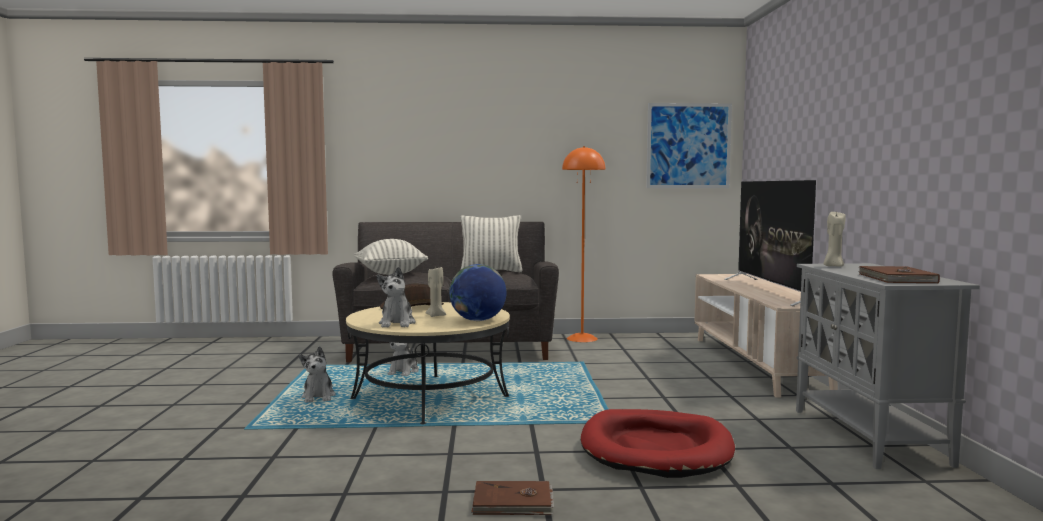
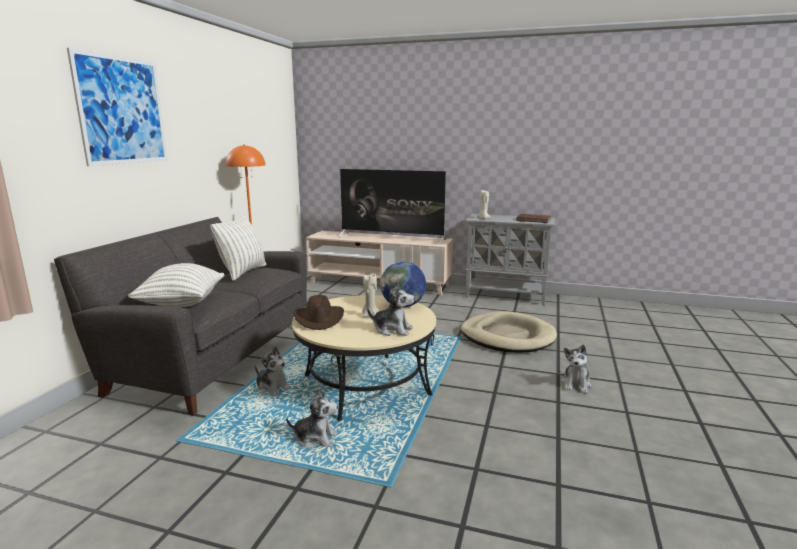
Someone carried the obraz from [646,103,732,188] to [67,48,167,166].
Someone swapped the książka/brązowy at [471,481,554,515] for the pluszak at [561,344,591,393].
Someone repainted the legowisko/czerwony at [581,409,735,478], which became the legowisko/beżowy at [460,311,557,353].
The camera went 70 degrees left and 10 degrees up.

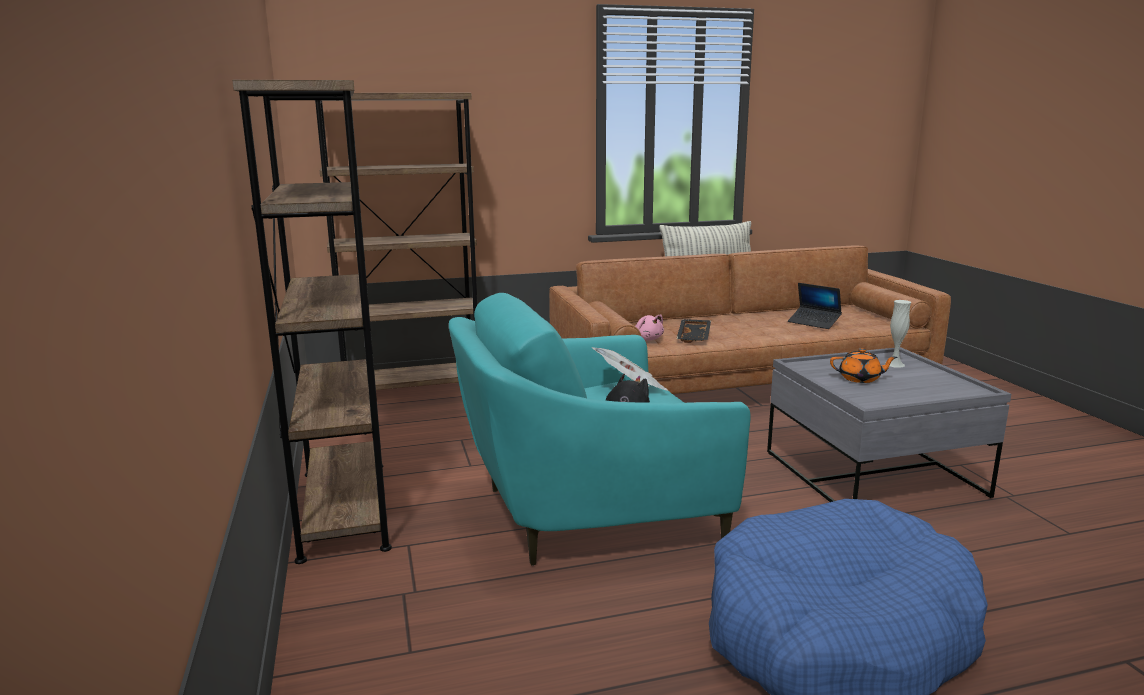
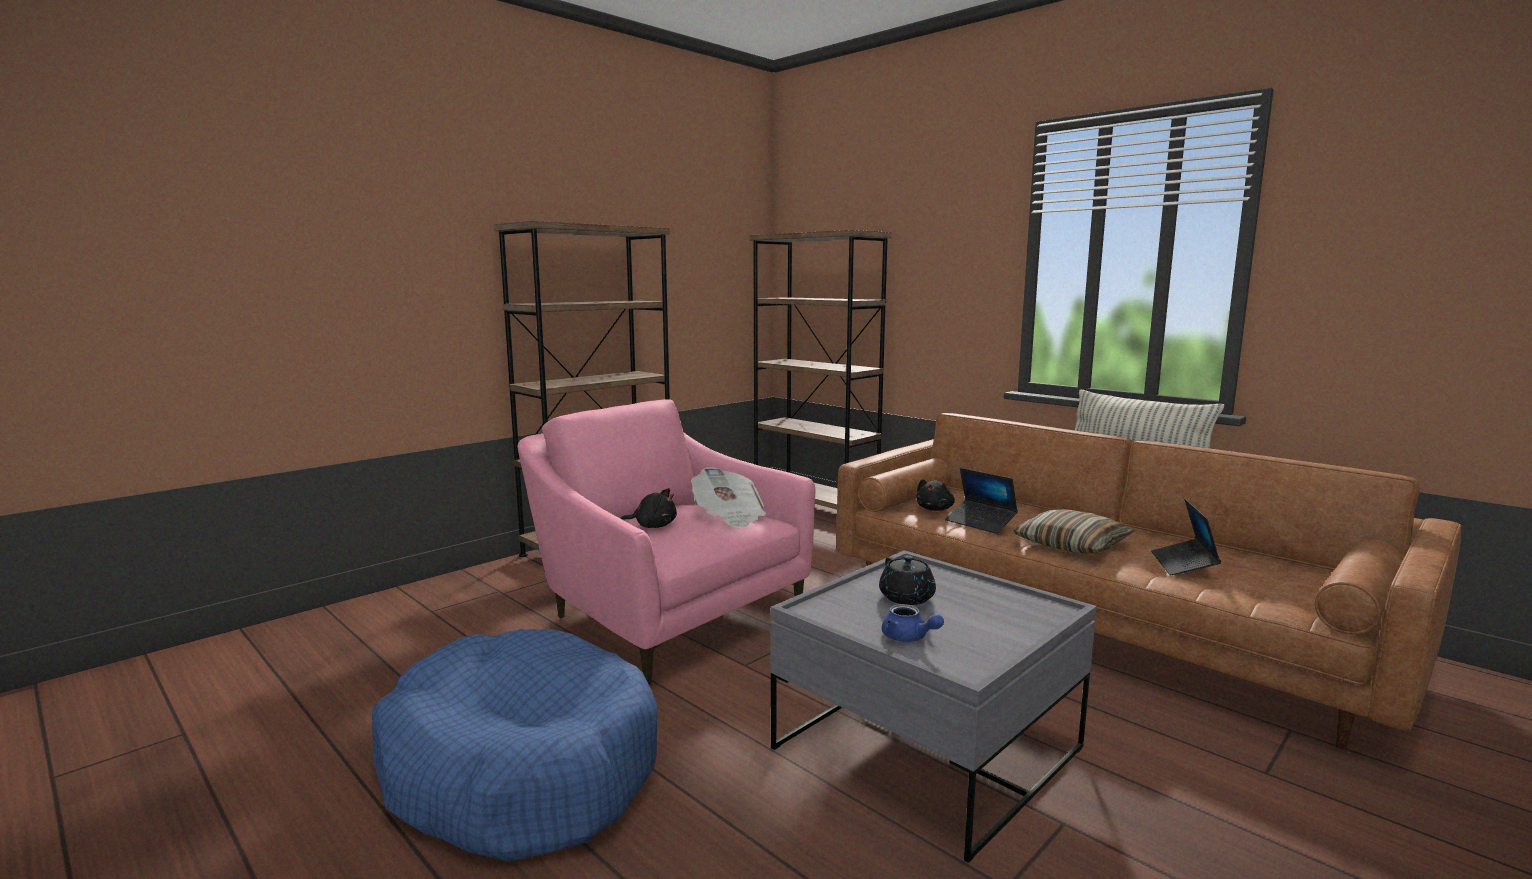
Someone took away the wazon/biały at [890,300,911,368].
Someone put down the imbryk/niebieski at [882,604,944,642].
Someone put down the poduszka at [1013,509,1135,554].
Someone swapped the taca/czarny at [676,319,711,343] for the laptop at [945,468,1018,534].
Someone repainted the fotel/turkusowy at [449,293,751,566], which became the fotel/różowy at [517,399,815,686].
Someone repainted the pluszak/różowy at [635,315,664,341], which became the pluszak/czarny at [916,479,955,511].
Someone repainted the imbryk/pomarańczowy at [830,349,898,383], which became the imbryk/czarny at [879,555,936,605].
The camera went 60 degrees right and 5 degrees down.

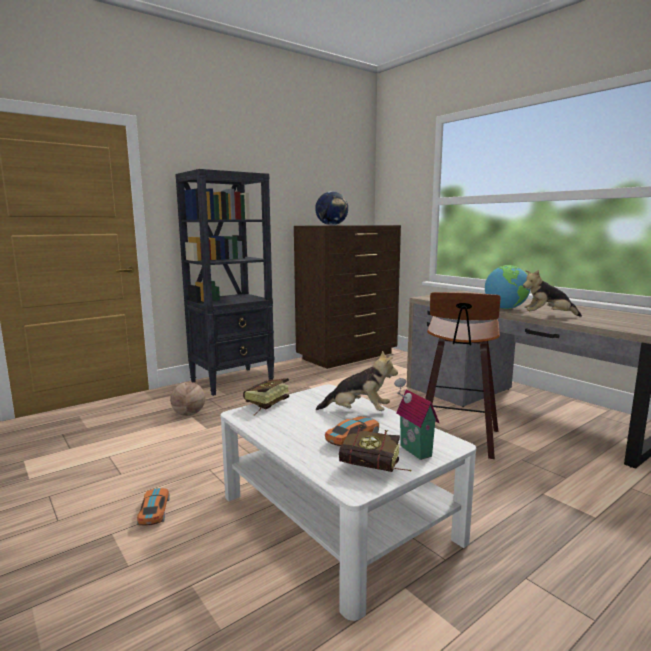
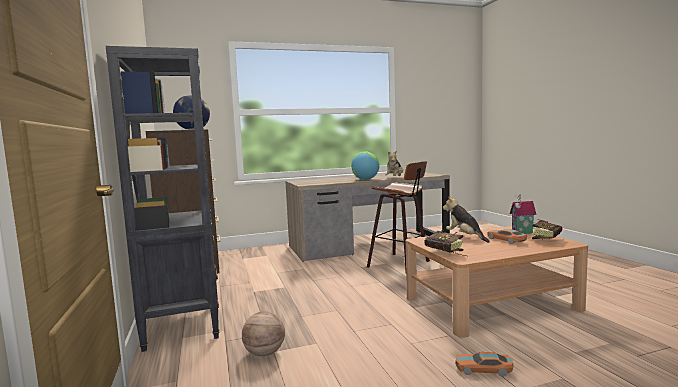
Someone repainted the ława/biały at [221,385,476,621], which became the ława/brązowy at [405,226,588,338].
Someone rotated the pluszak at [316,351,398,411] by 60 degrees counterclockwise.
The camera went 70 degrees left and 5 degrees down.

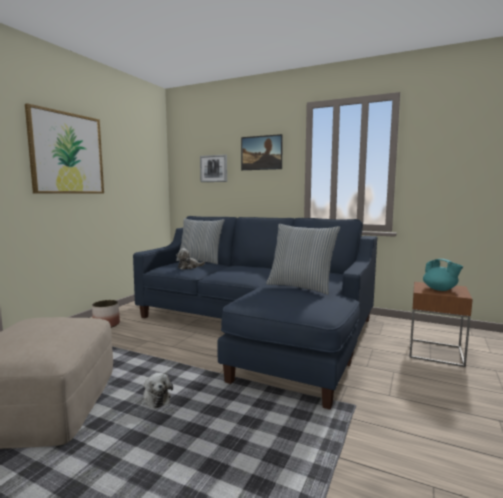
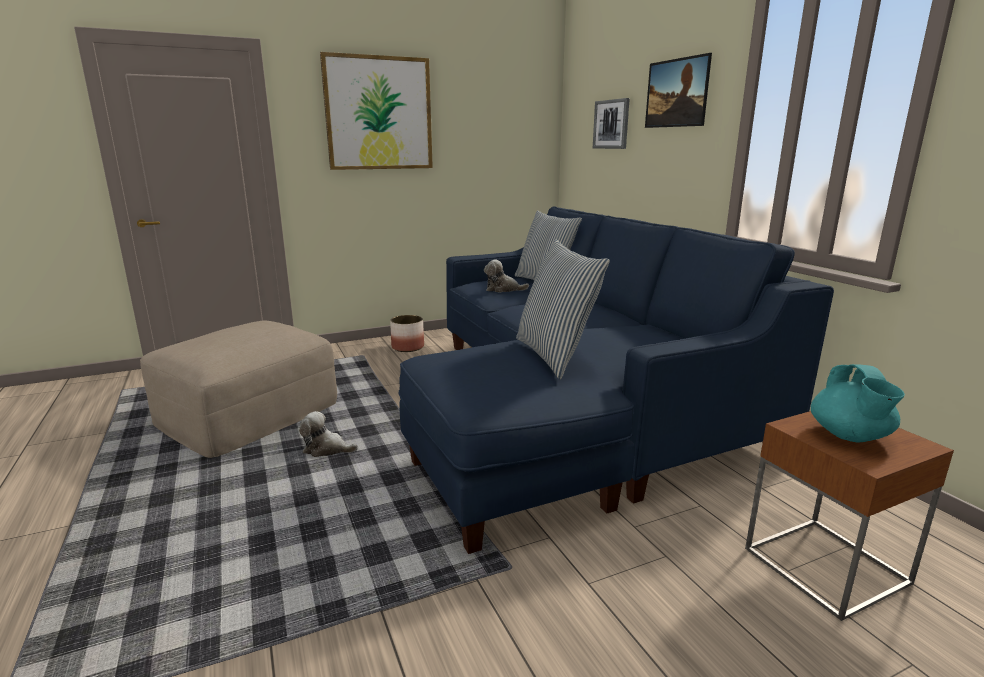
Someone rotated the pluszak at [141,373,173,409] by 90 degrees clockwise.
The camera went 40 degrees right and 10 degrees up.

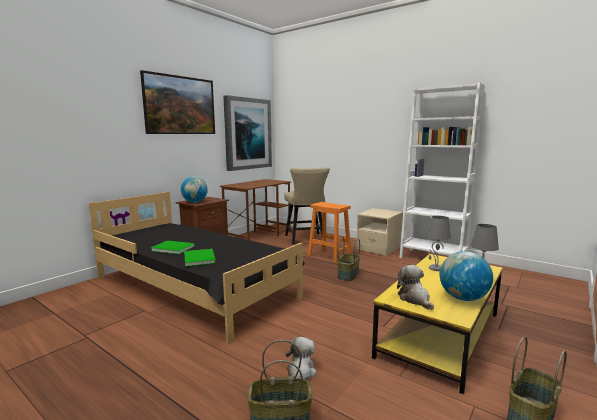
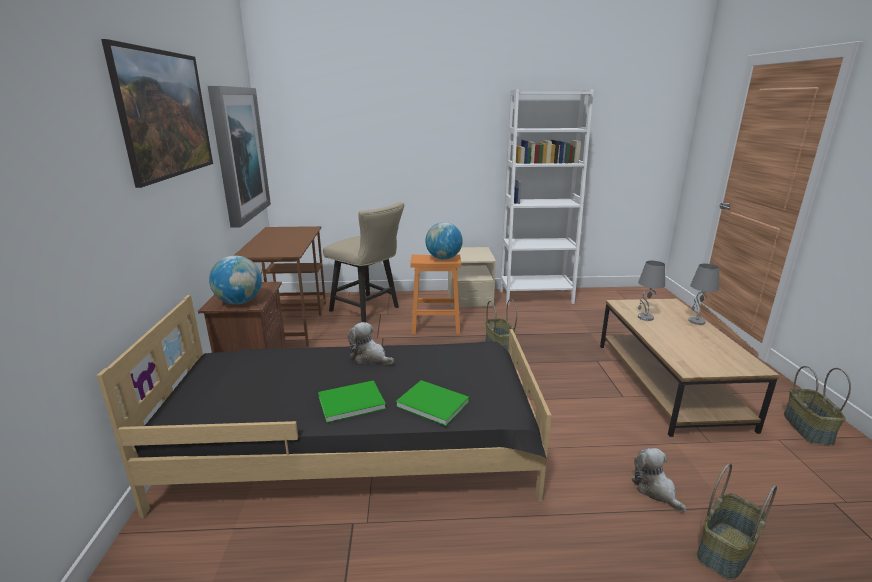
Someone carried the pluszak from [397,265,434,310] to [347,322,394,365].
Someone carried the globus from [440,251,493,301] to [425,222,463,260].
Someone repainted the ława/żółty at [372,254,503,394], which became the ława/brązowy at [600,299,780,437].
The camera went 40 degrees left and 10 degrees up.

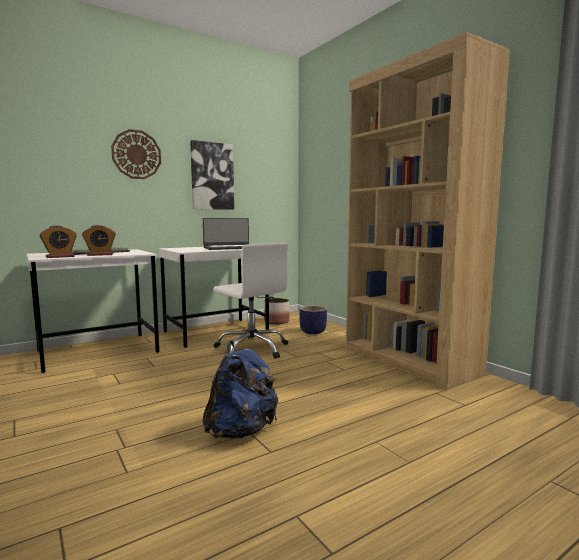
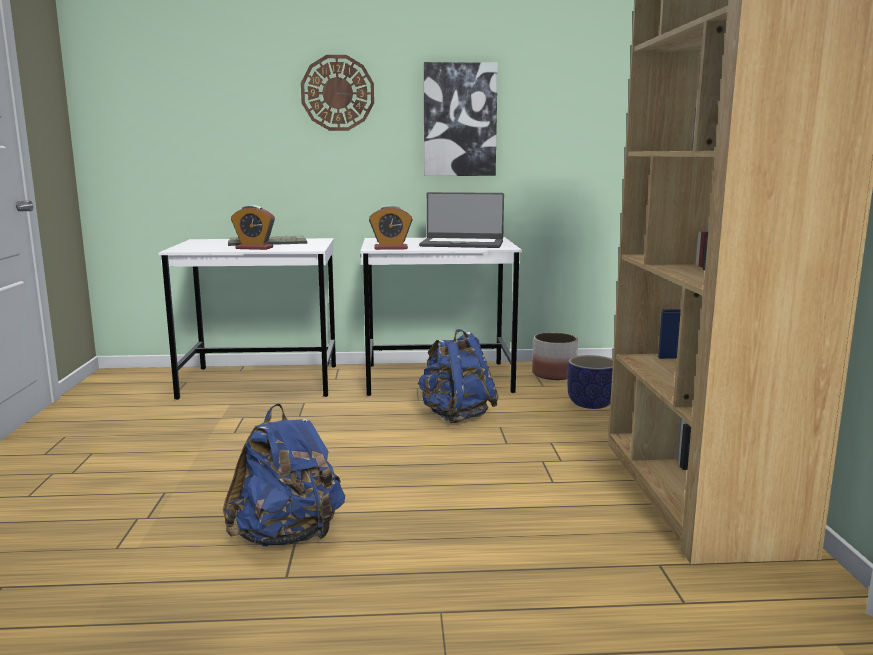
Someone carried the budzik from [39,225,77,258] to [369,205,413,250].
Someone swapped the krzesło biurowe/biały at [213,243,288,359] for the plecak/niebieski at [418,329,499,423].
The camera went 30 degrees right and 5 degrees up.

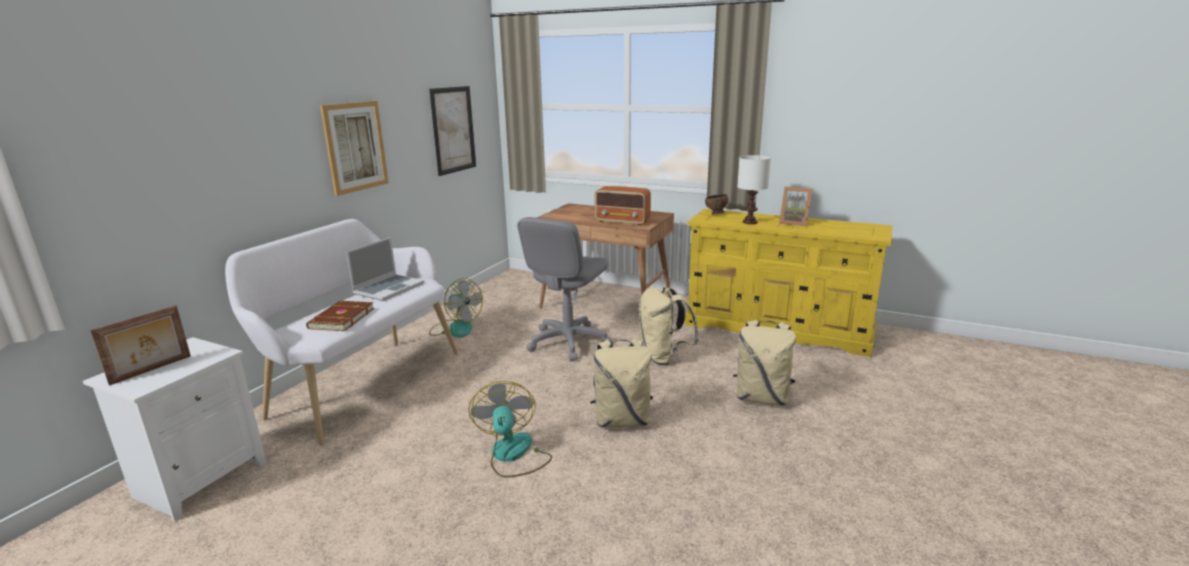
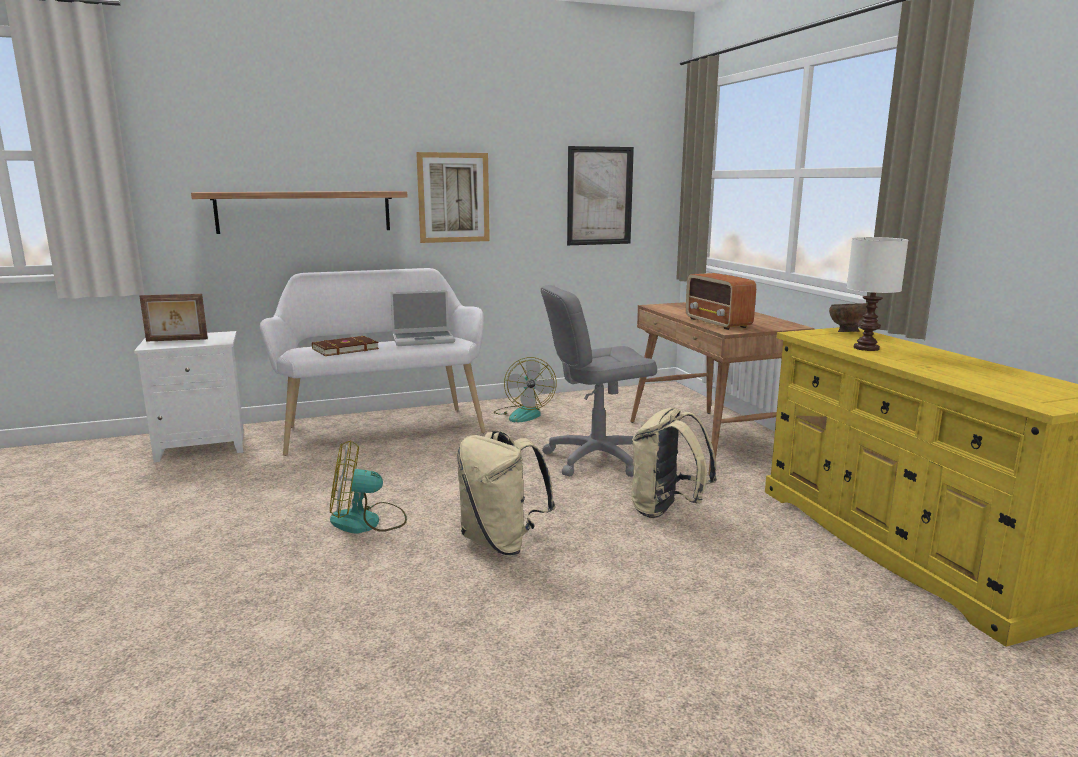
Someone took away the plecak/beżowy at [733,320,796,406].
Someone took away the ramka na zdjęcie at [779,187,812,226].
Someone put up the półka at [191,191,408,234].
Someone rotated the wentylator at [468,381,552,478] by 135 degrees counterclockwise.
The camera went 45 degrees right and 5 degrees down.

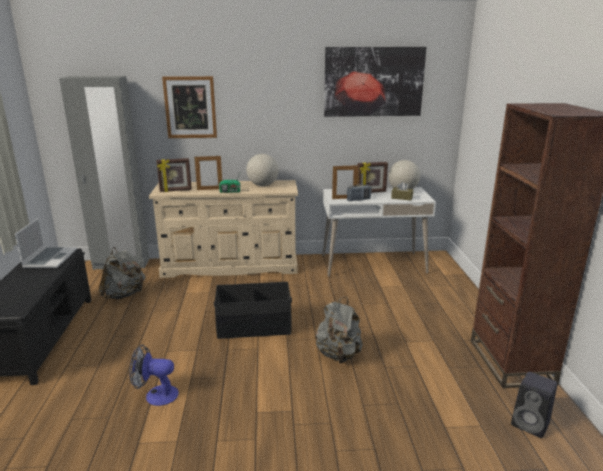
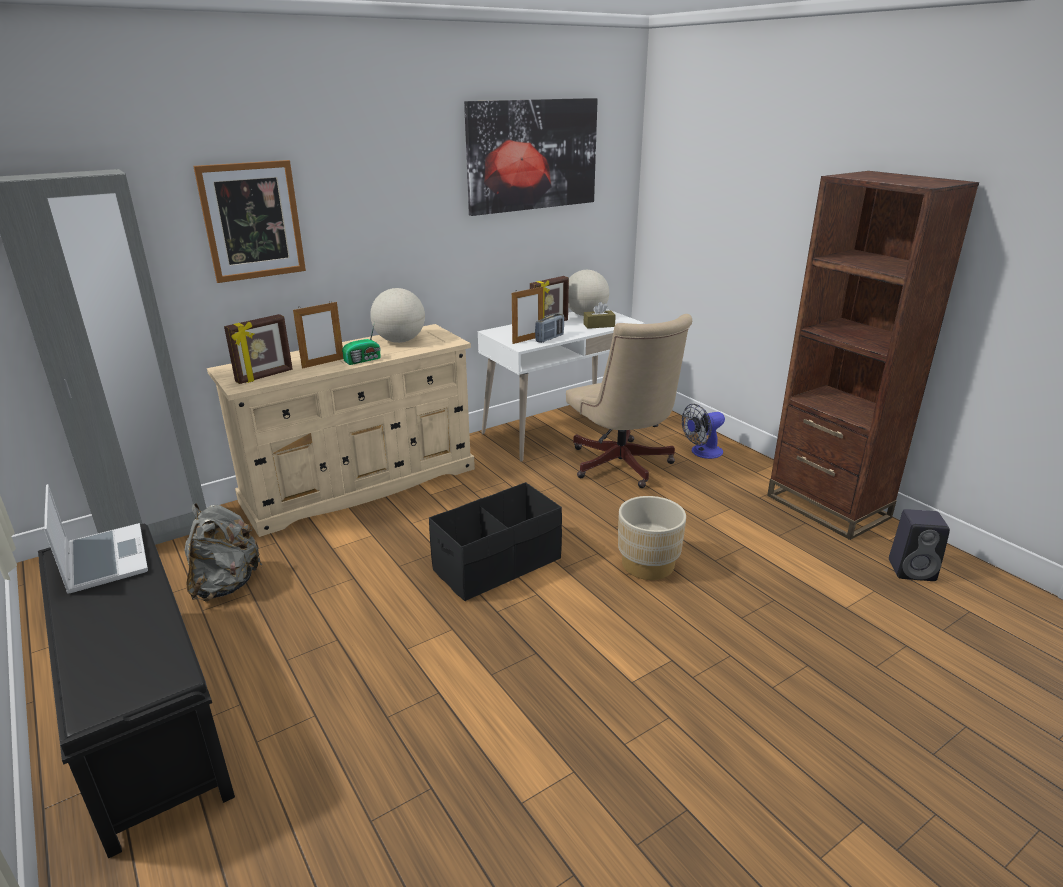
Someone put down the krzesło biurowe/beżowy at [566,314,692,488].
Someone carried the wentylator from [129,345,179,406] to [682,404,725,459].
Someone swapped the plecak/szary at [315,297,363,363] for the donica/beżowy at [618,496,686,580].
The camera went 30 degrees left and 5 degrees up.

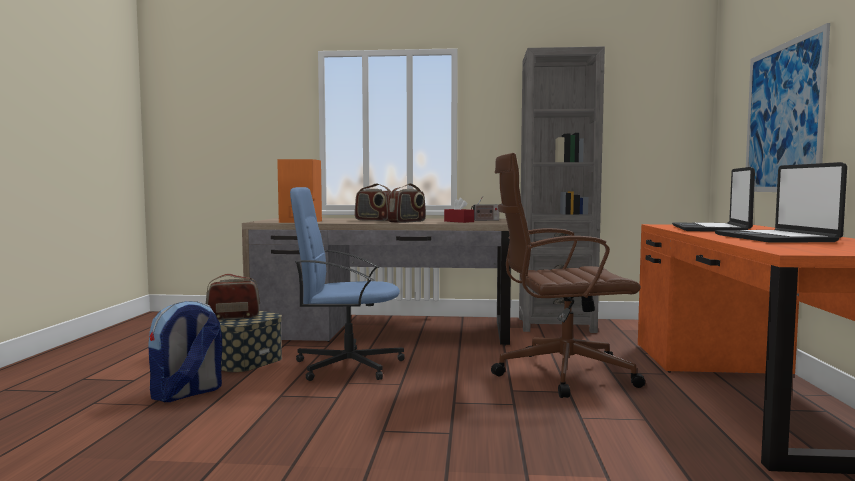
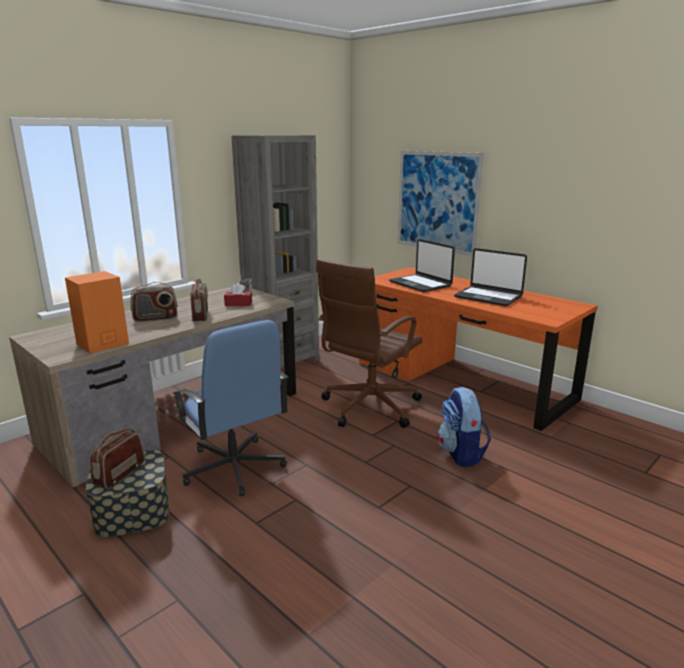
Someone carried the plecak from [148,301,222,402] to [438,387,491,467].
Someone rotated the krzesło biurowe/niebieski at [290,187,405,381] by 75 degrees counterclockwise.
The camera went 50 degrees left and 15 degrees up.

